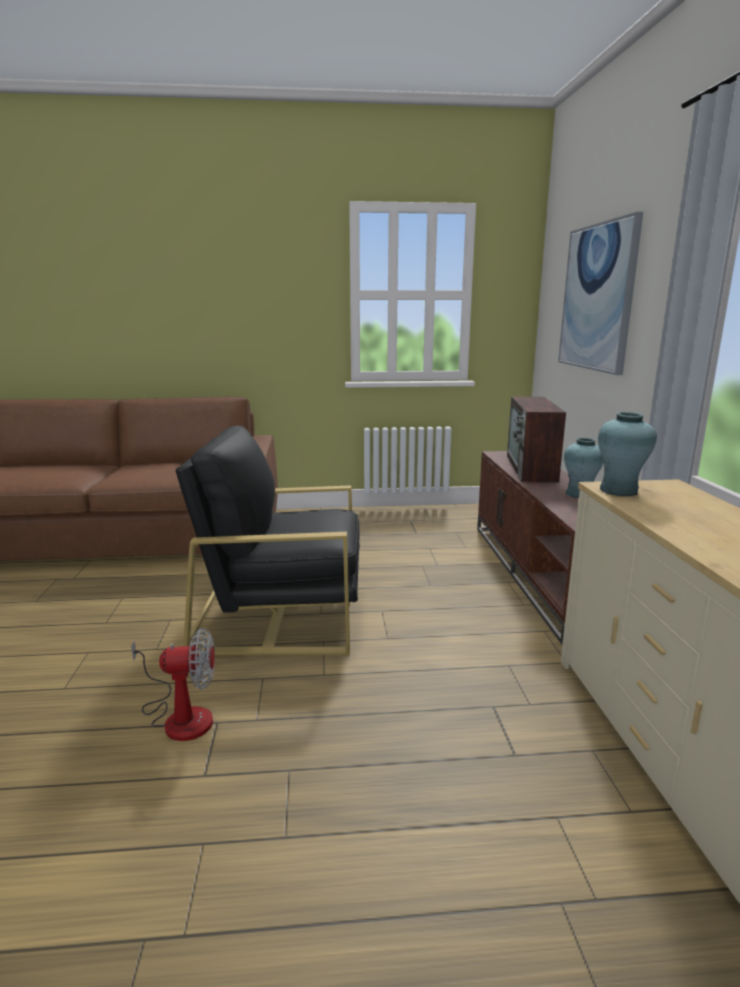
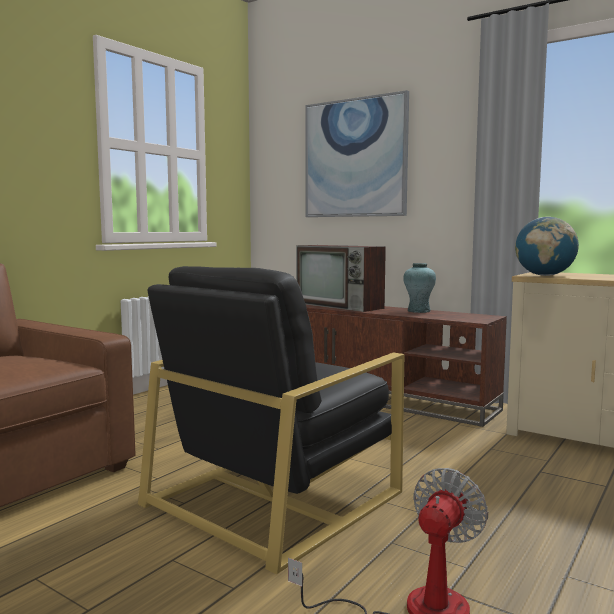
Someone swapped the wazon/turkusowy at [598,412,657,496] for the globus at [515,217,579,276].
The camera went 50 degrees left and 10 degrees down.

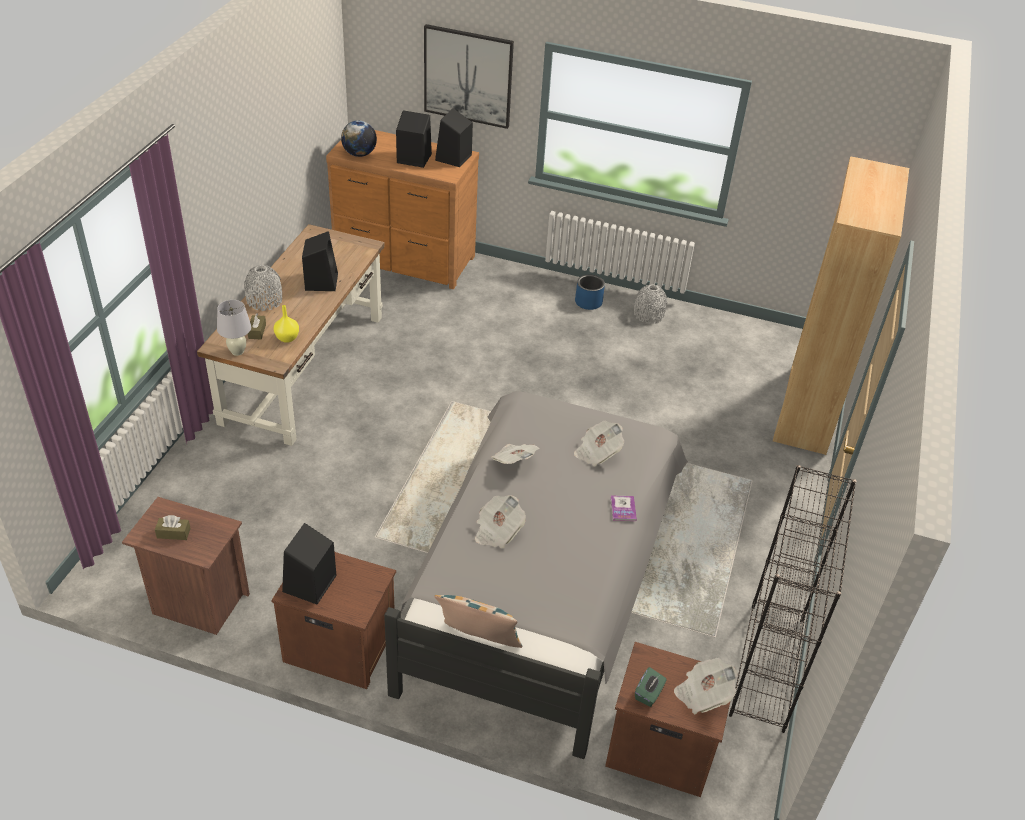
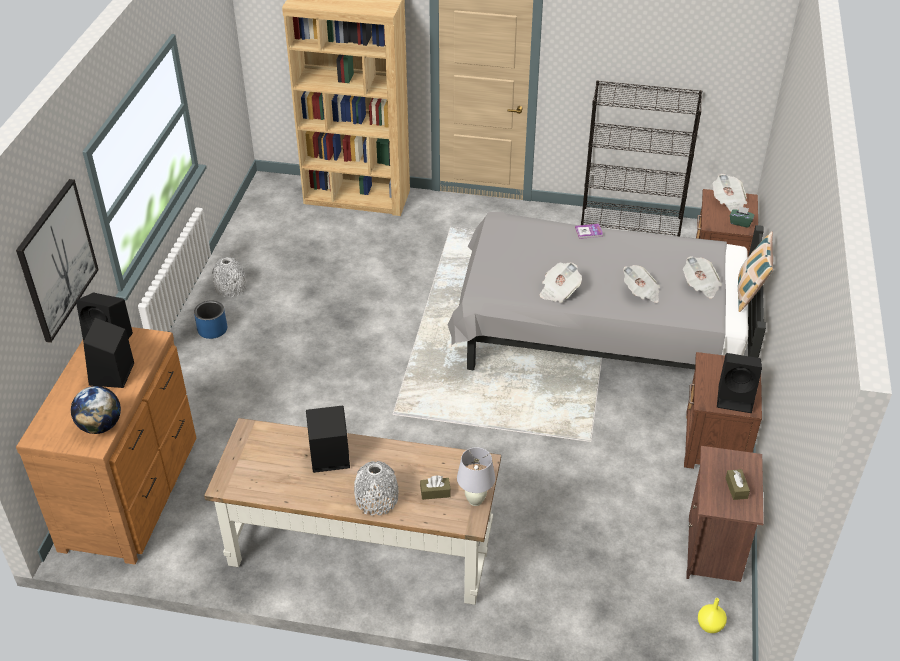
Someone carried the wazon/żółty from [274,305,299,343] to [698,598,727,633].
Someone carried the gazeta from [574,420,624,466] to [683,256,722,298].
The camera went 95 degrees left and 0 degrees up.

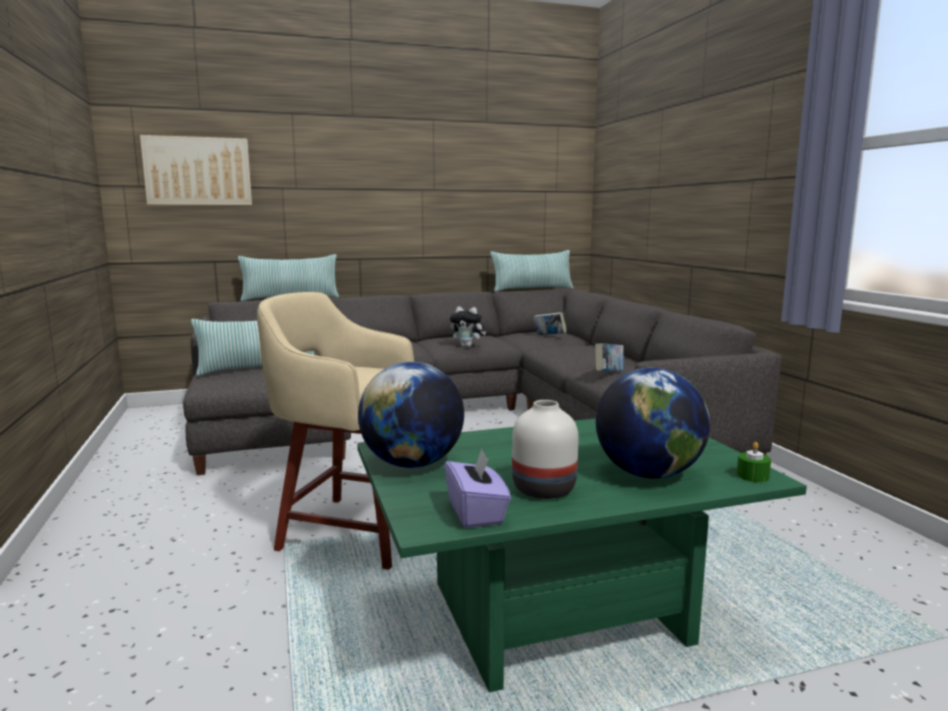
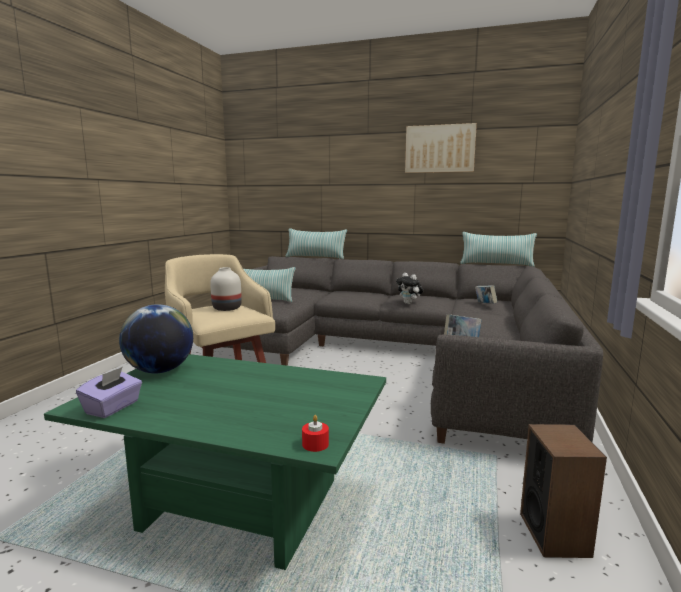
Someone took away the globus at [596,368,710,479].
Someone put down the głośnik at [520,424,607,558].
Someone carried the obraz from [140,135,252,205] to [405,123,477,173].
Someone carried the wazon/biały from [512,400,579,499] to [210,267,242,311].
Someone repainted the świeca/zielony at [737,442,771,482], which became the świeca/czerwony at [302,415,329,452].
The camera went 35 degrees right and 0 degrees up.

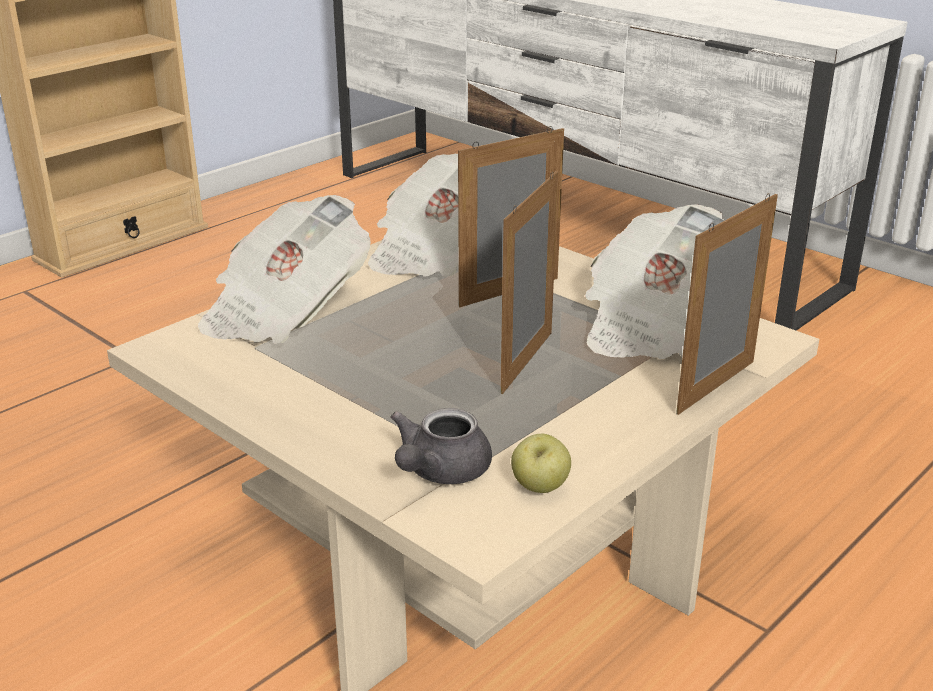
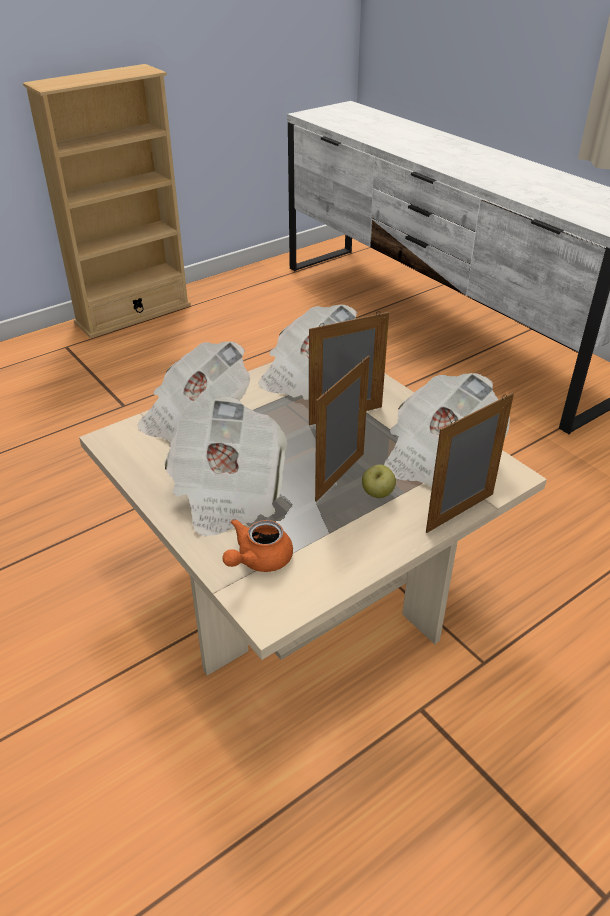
Someone put down the gazeta at [164,397,288,537].
Someone carried the jabłko from [511,434,571,493] to [362,465,396,498].
Someone repainted the imbryk/szary at [390,408,492,484], which became the imbryk/pomarańczowy at [222,519,293,572].
The camera went 10 degrees right and 10 degrees up.

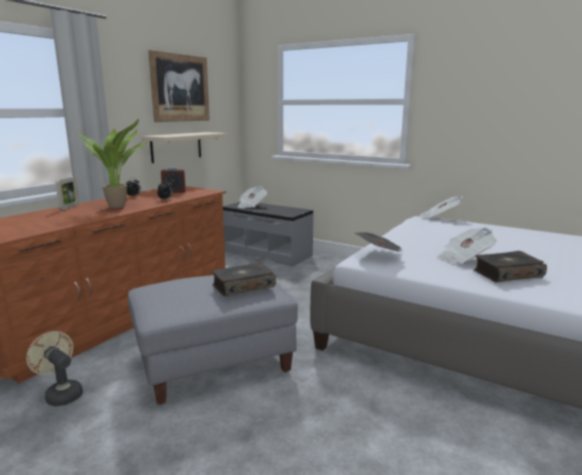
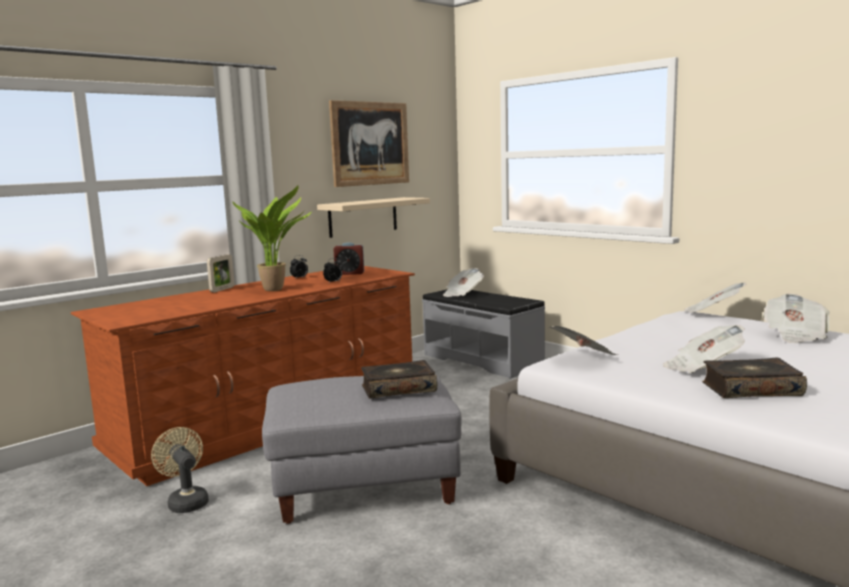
Someone put down the gazeta at [762,294,830,343].
The camera went 15 degrees right and 5 degrees down.

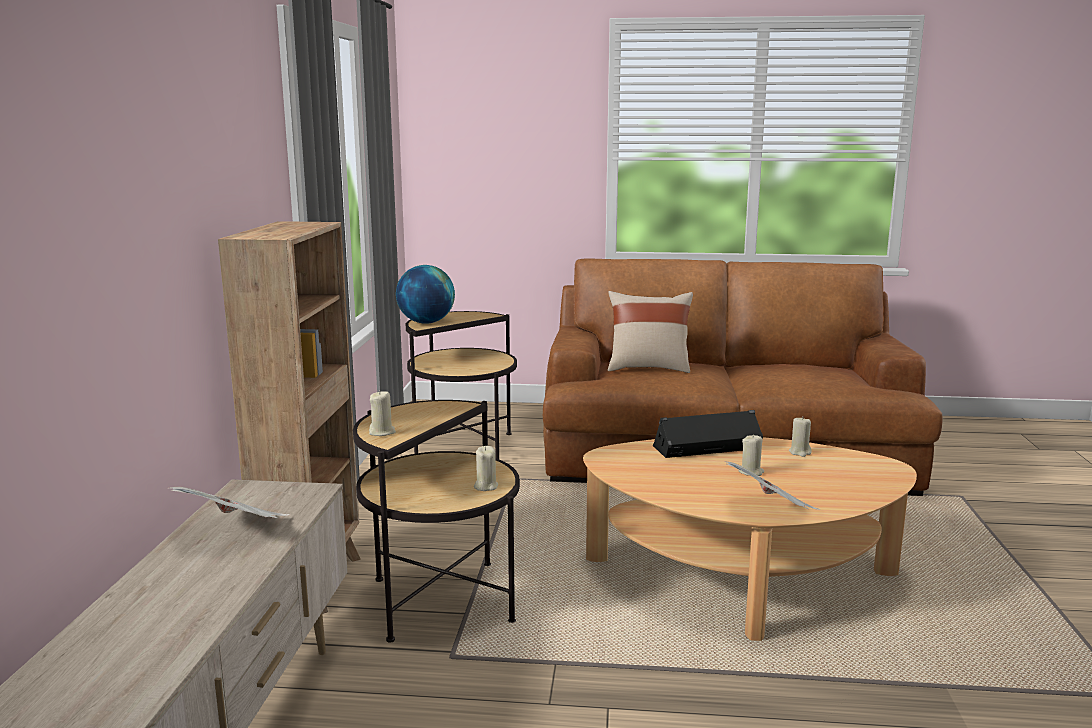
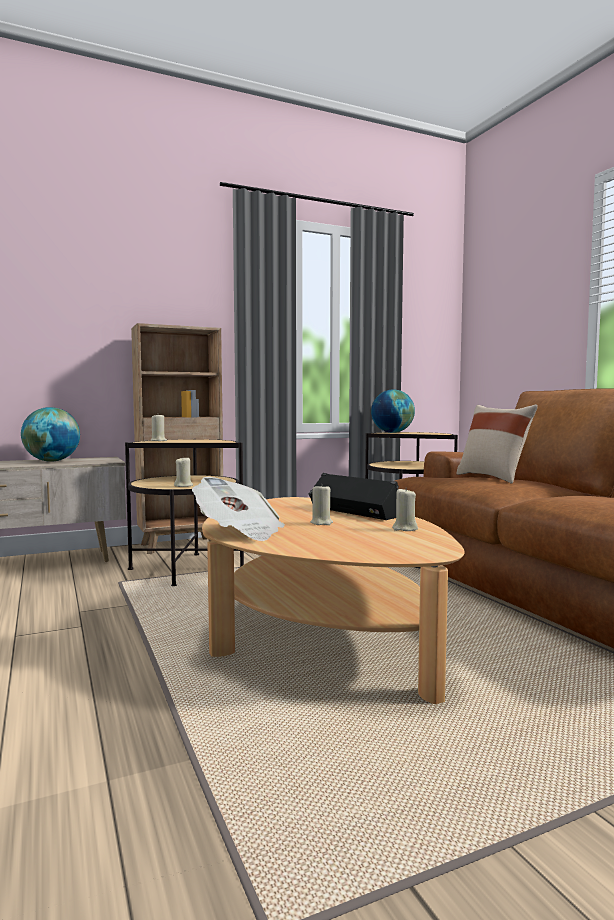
Someone swapped the gazeta at [170,487,290,518] for the globus at [21,407,80,462].
The camera went 60 degrees right and 10 degrees down.

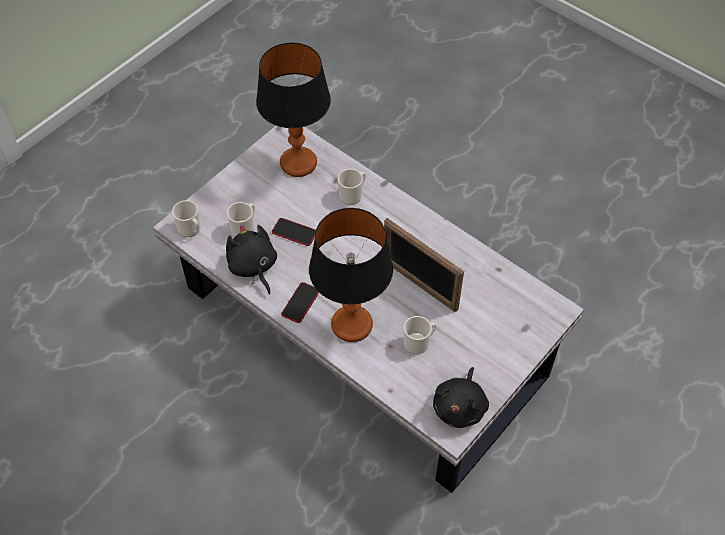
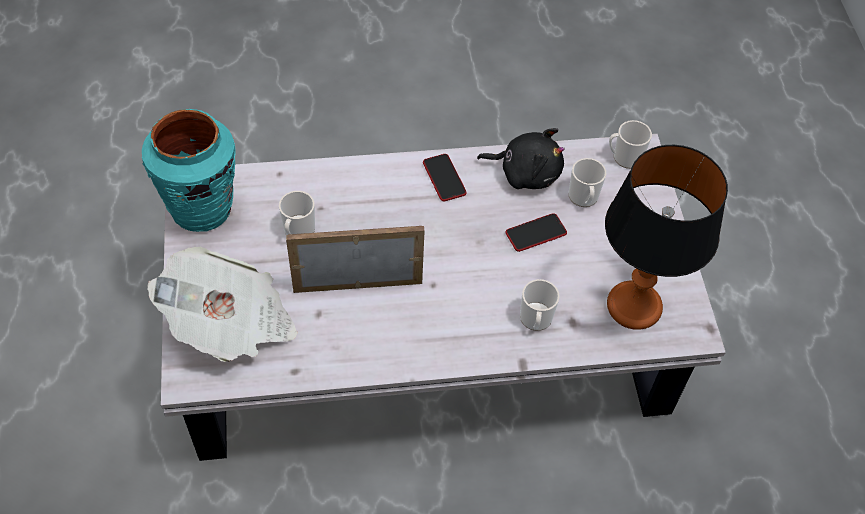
Someone took away the lampa stołowa at [309,208,393,342].
Someone put down the gazeta at [147,247,298,362].
Someone swapped the pluszak/czarny at [433,367,489,428] for the wazon/turkusowy at [142,109,236,232].
The camera went 130 degrees right and 0 degrees up.

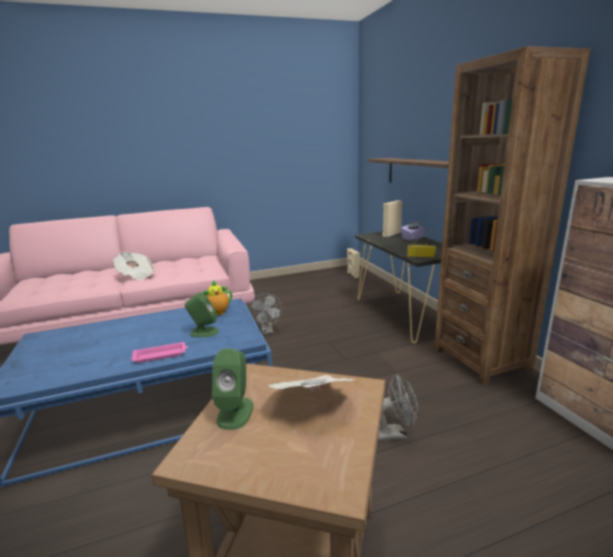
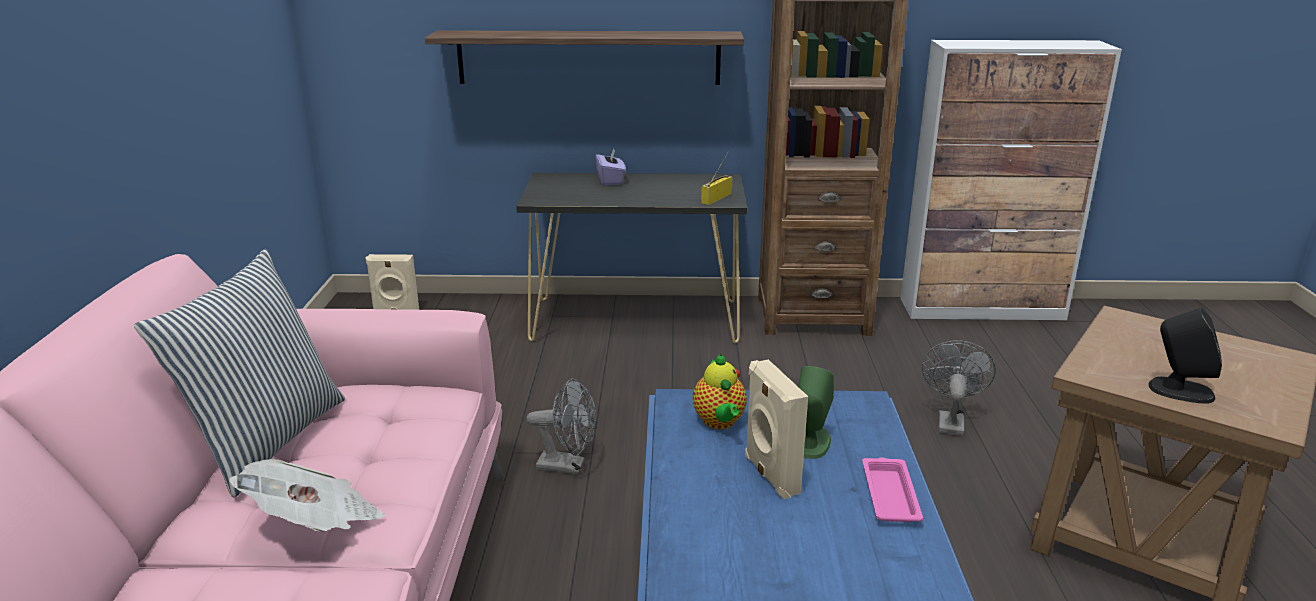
Someone took away the gazeta at [268,375,354,391].
Someone put down the poduszka at [134,249,345,497].
Someone carried the głośnik/beżowy from [382,200,402,237] to [745,359,808,499].
Someone repainted the głośnik/zielony at [212,348,253,430], which became the głośnik/czarny at [1148,308,1222,404].
The camera went 70 degrees left and 5 degrees up.

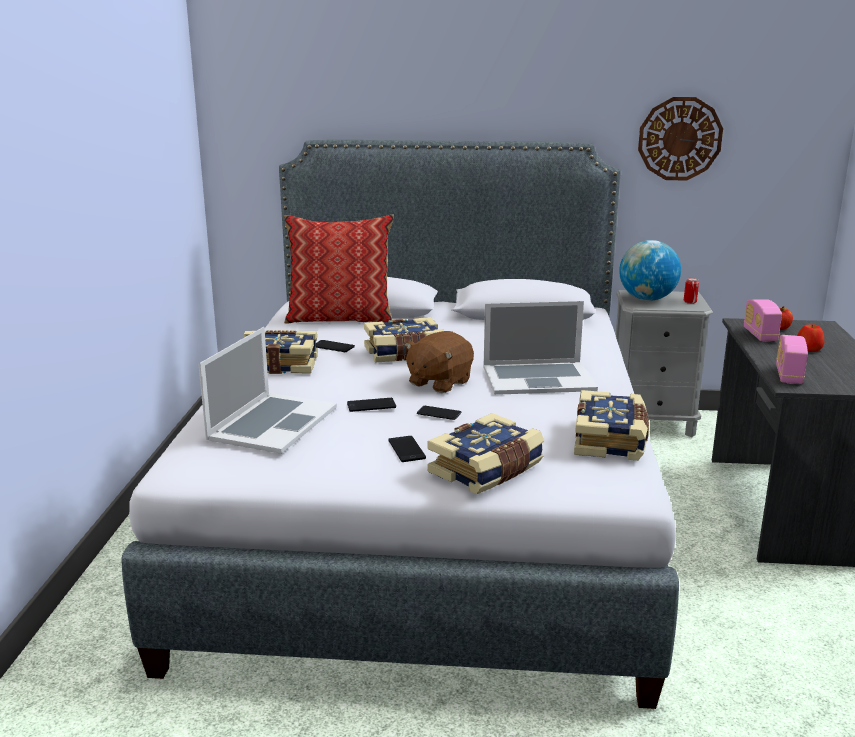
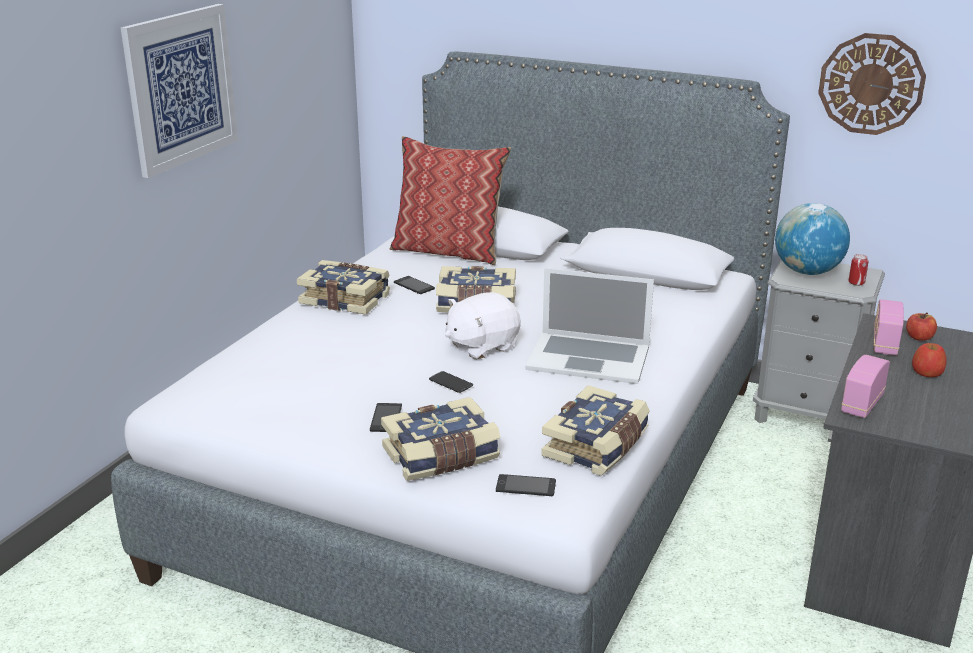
Someone took away the laptop at [199,327,337,454].
Someone put up the obraz at [121,4,238,178].
Someone carried the telefon from [347,398,396,412] to [496,474,556,496].
Someone repainted the pluszak/brązowy at [405,331,474,393], which became the pluszak/biały at [445,292,521,359].
The camera went 20 degrees right and 5 degrees up.

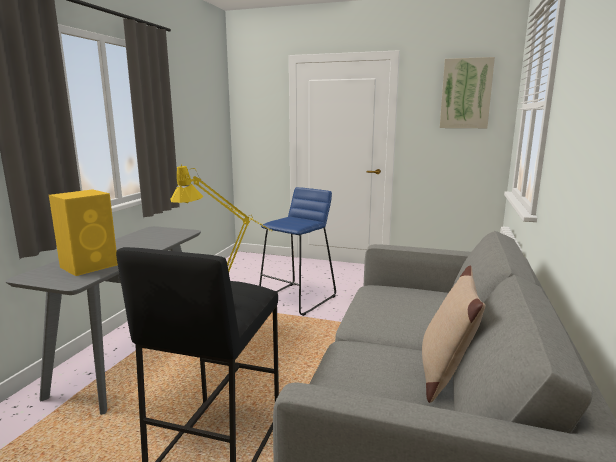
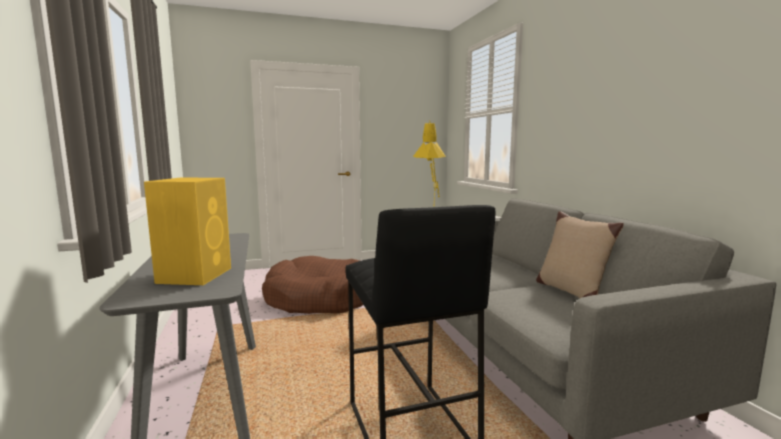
Someone took away the obraz at [440,57,495,128].
Someone swapped the stołek/niebieski at [259,187,336,316] for the legowisko/brązowy at [262,256,363,314].
The camera went 35 degrees left and 5 degrees down.

